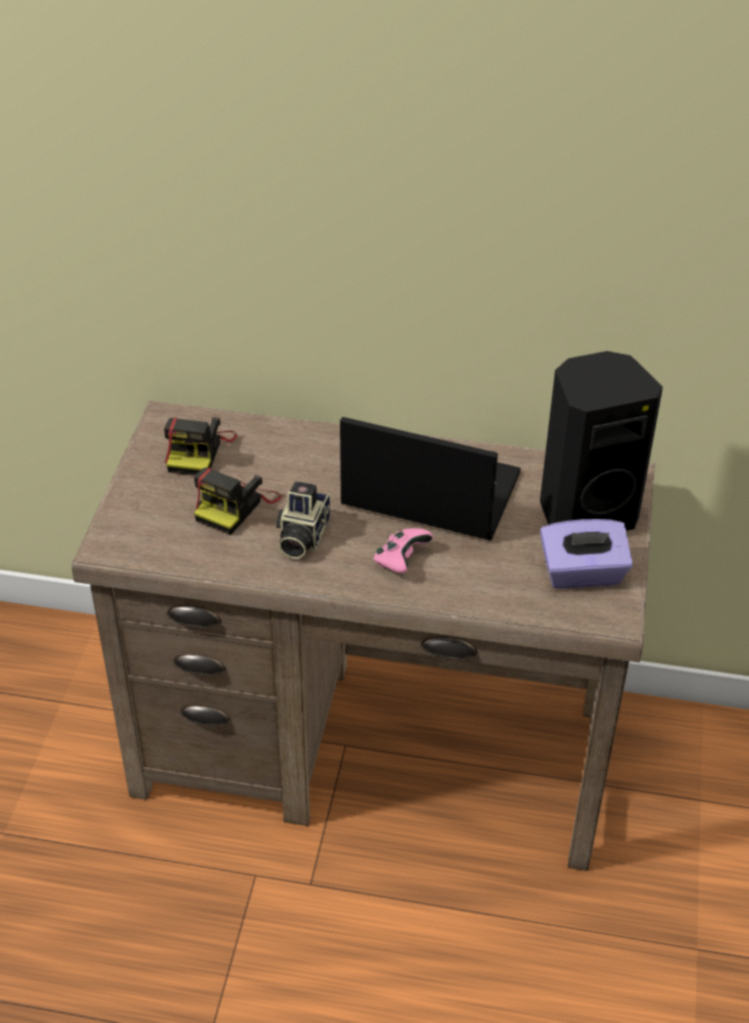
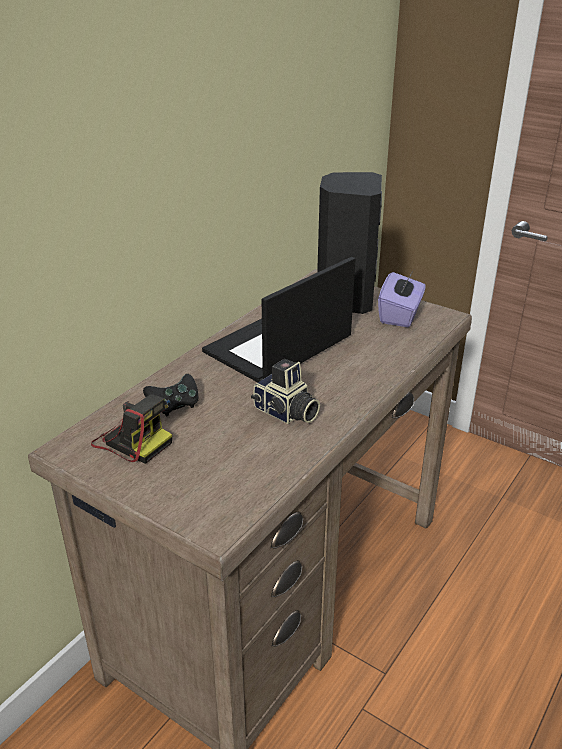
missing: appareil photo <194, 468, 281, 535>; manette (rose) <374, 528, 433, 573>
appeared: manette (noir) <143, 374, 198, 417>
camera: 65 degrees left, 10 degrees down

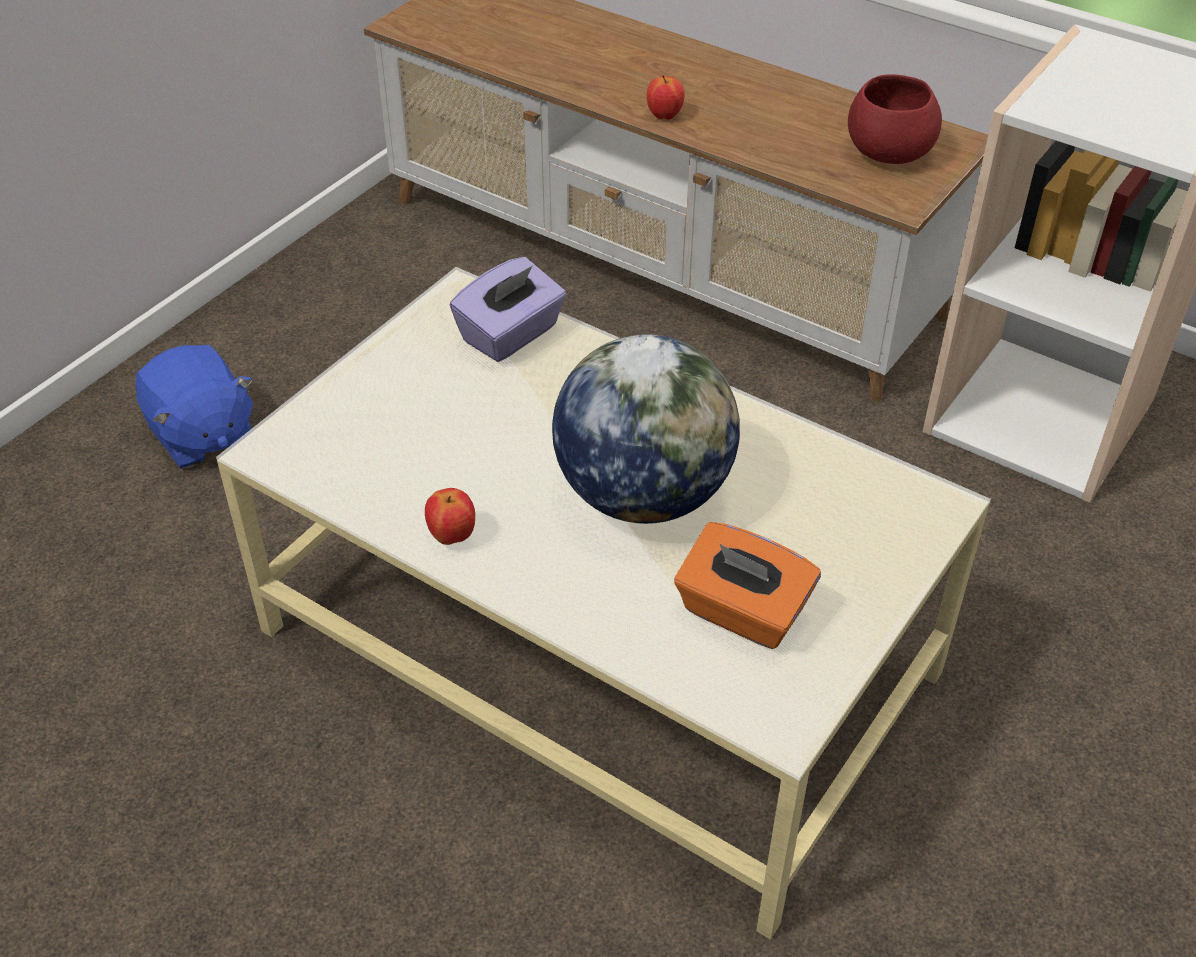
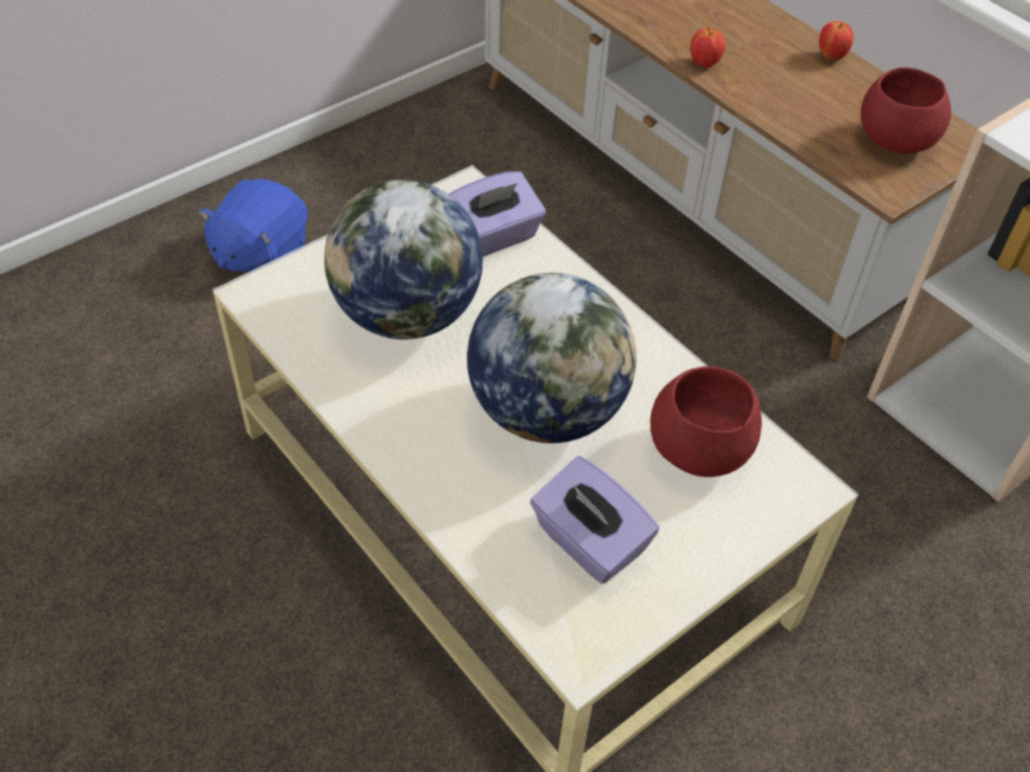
appeared: globe <324, 180, 483, 340>; bol (rouge) <650, 366, 762, 477>
relocated: pomme <425, 488, 475, 545> to <819, 21, 853, 60>
colour: boîte à mouchoirs (orange) <674, 522, 821, 649> to boîte à mouchoirs (violet) <530, 456, 659, 584>
spun: peluche (bleu) <135, 345, 253, 469> = <198, 179, 308, 272> 45 degrees clockwise
camera: 15 degrees right, 5 degrees up

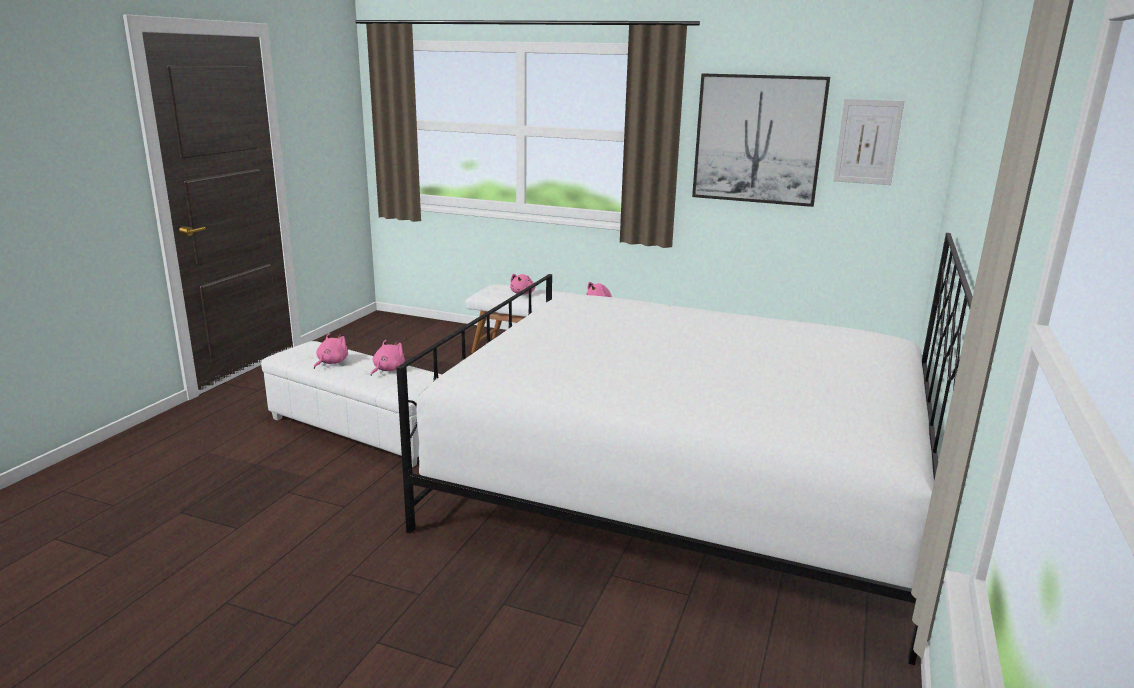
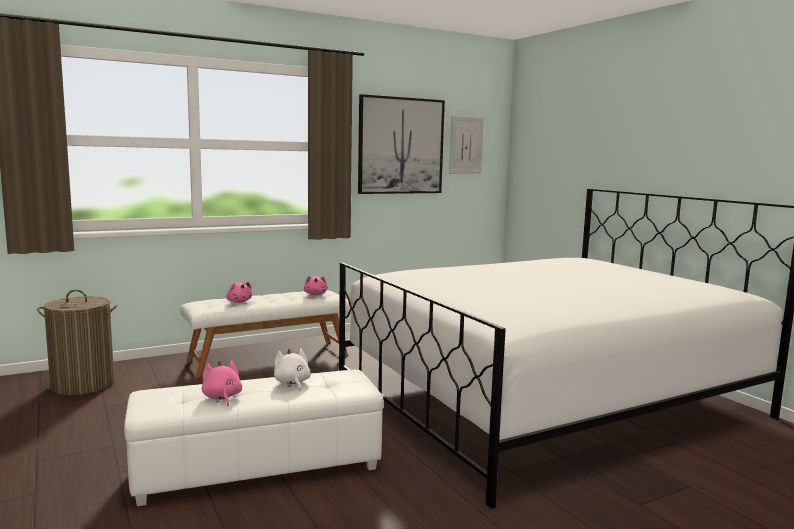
appeared: panier à linge <37, 290, 118, 395>
colour: peluche (rose) <370, 340, 405, 376> to peluche (blanc) <274, 348, 311, 390>
camera: 50 degrees left, 10 degrees down

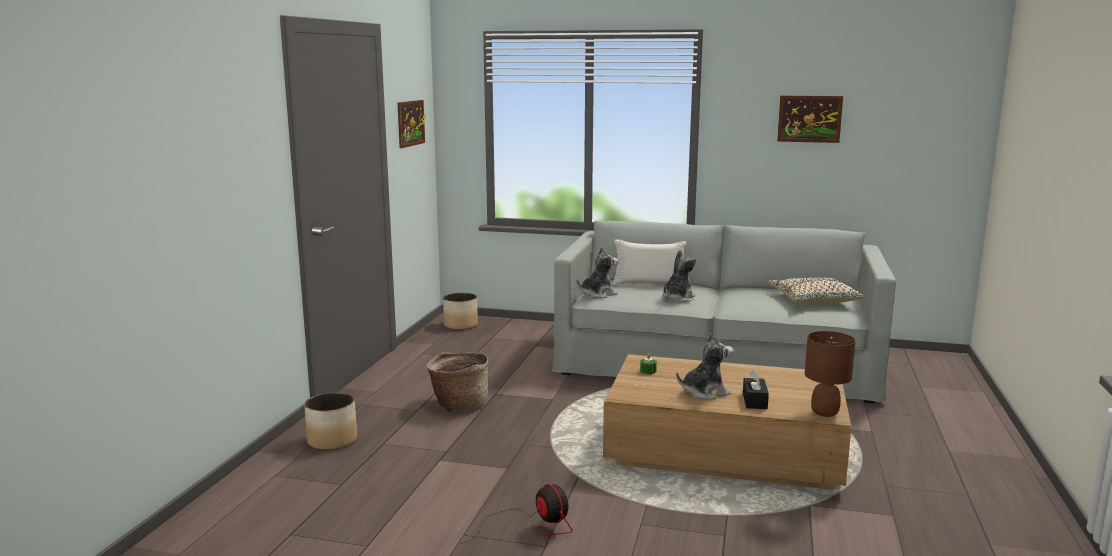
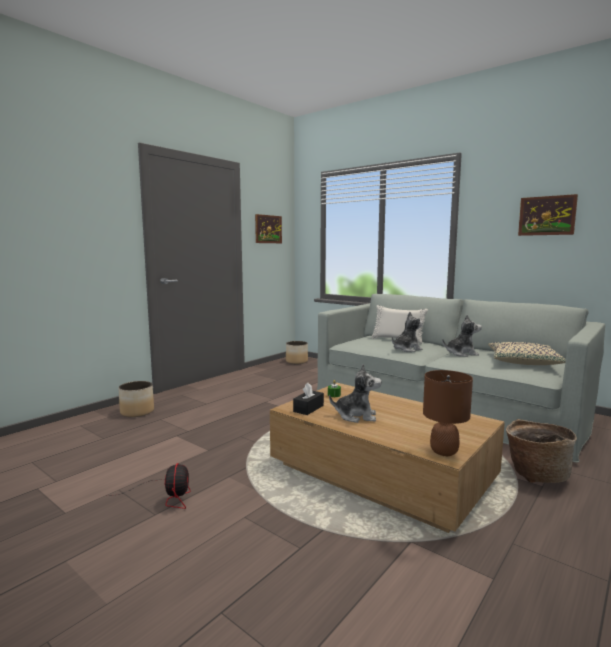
relocated: peluche <577, 247, 618, 298> to <442, 315, 482, 357>; panier <427, 352, 489, 412> to <506, 419, 577, 483>; boîte à mouchoirs (noir) <743, 369, 769, 409> to <293, 383, 324, 415>
camera: 25 degrees right, 5 degrees down

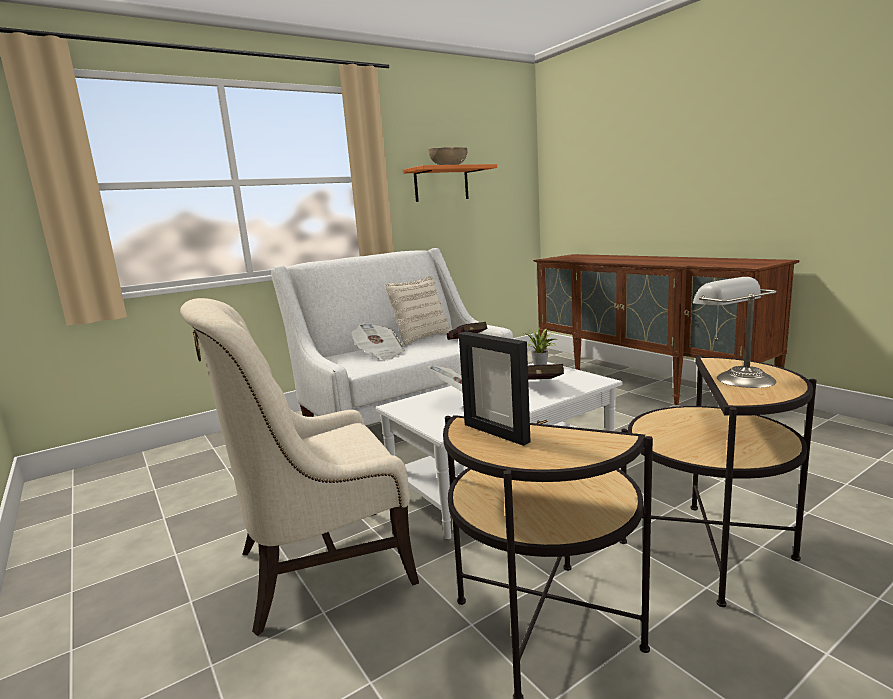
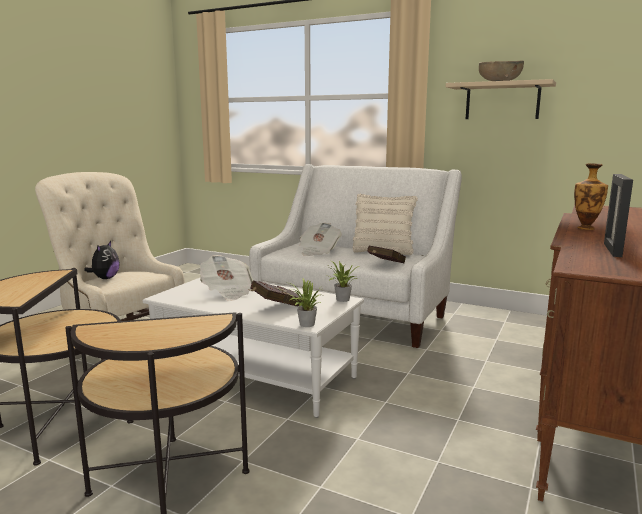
missing: lampe de table (blanc) <693, 277, 777, 388>
appeared: vase <574, 163, 608, 230>; peluche <84, 241, 120, 279>; plante en pot <288, 279, 321, 327>
relocated: cadre photo <459, 331, 531, 446> to <604, 174, 633, 257>
colour: étagère (orange) <403, 164, 497, 202> to étagère (beige) <446, 79, 556, 119>
camera: 60 degrees right, 0 degrees up

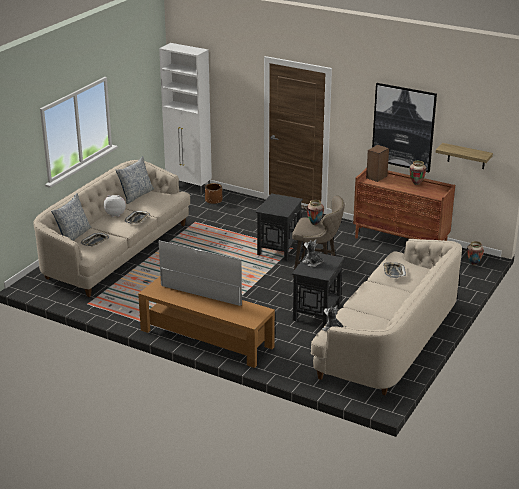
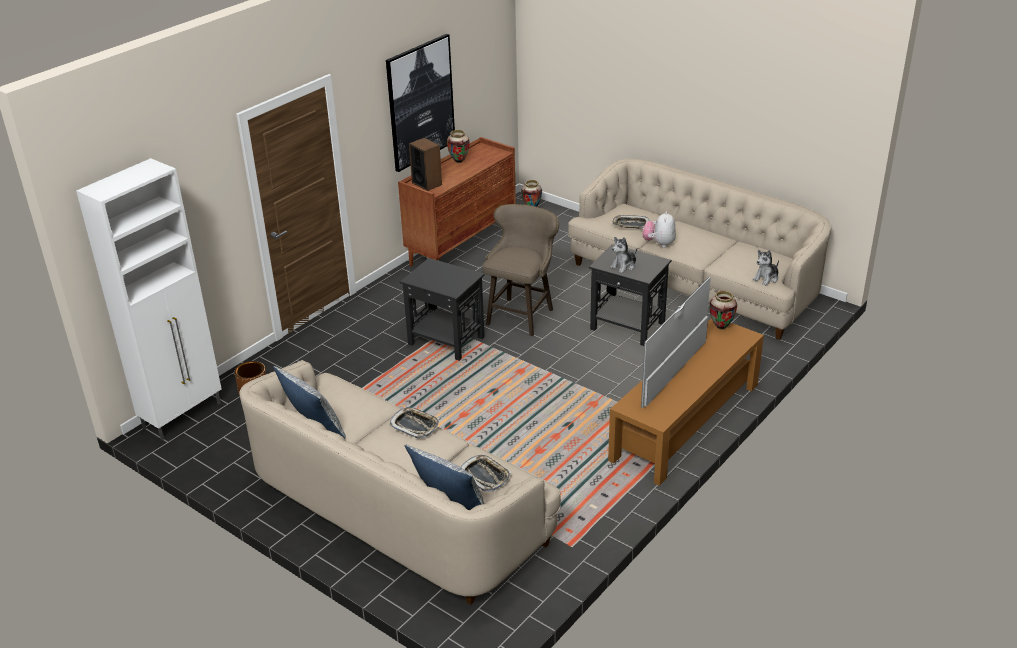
missing: étagère <436, 143, 493, 169>
relocated: peluche <104, 195, 126, 217> to <643, 211, 676, 247>; vase <307, 200, 324, 225> to <709, 291, 737, 330>
camera: 80 degrees left, 5 degrees up

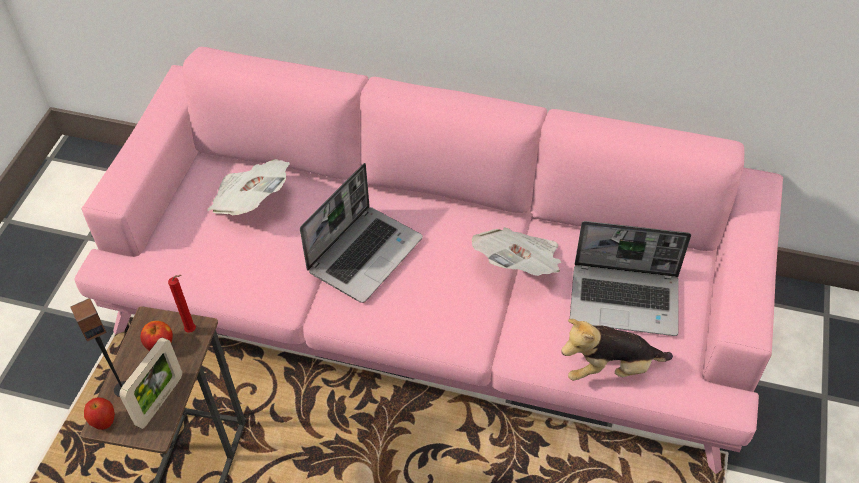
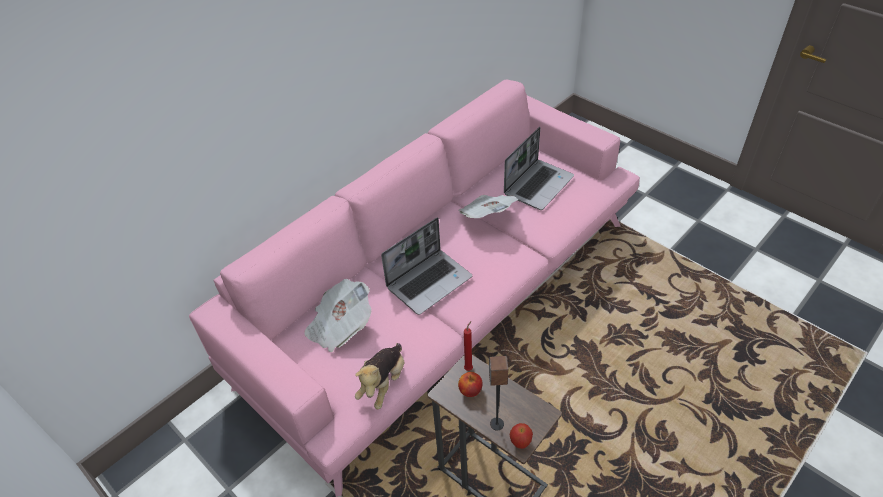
missing: cadre photo <119, 338, 182, 429>
relocated: peluche <561, 319, 673, 381> to <355, 343, 404, 409>
spun: ordinateur portable <300, 163, 423, 303> = <381, 217, 472, 315> 75 degrees clockwise
camera: 60 degrees left, 5 degrees down

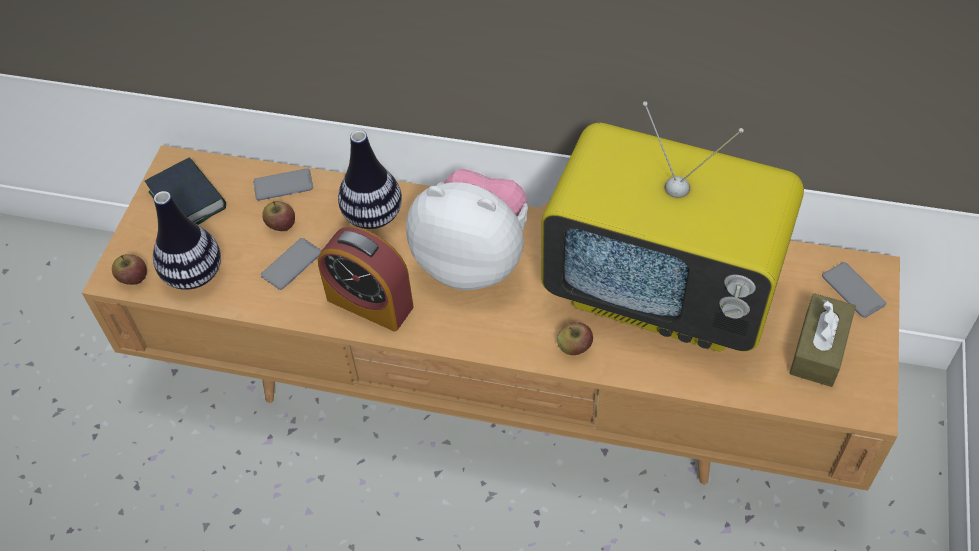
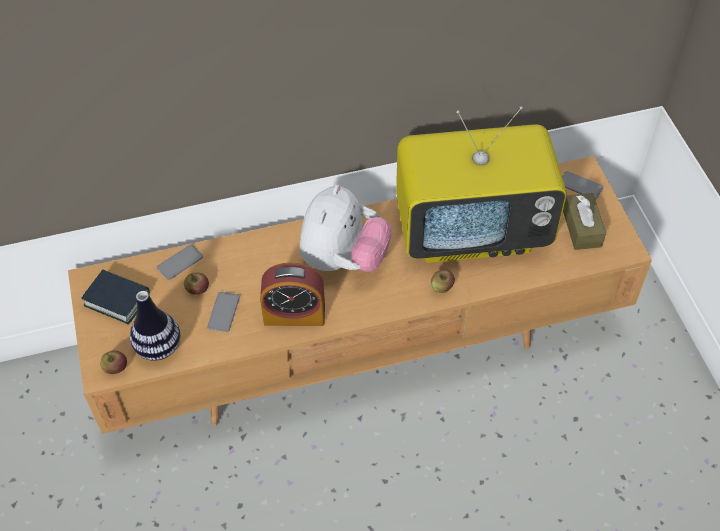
missing: vase <338, 130, 402, 229>
spun: peluche <406, 169, 528, 290> = <299, 184, 392, 272> 120 degrees clockwise
camera: 30 degrees left, 0 degrees up

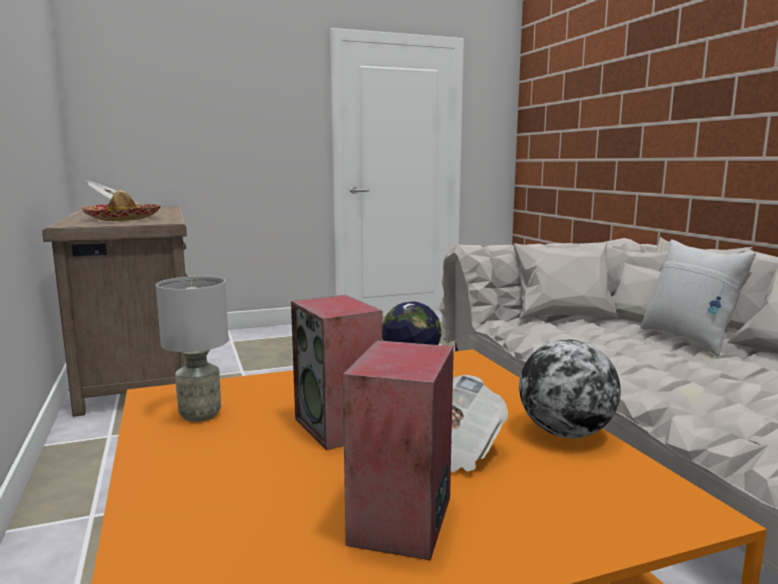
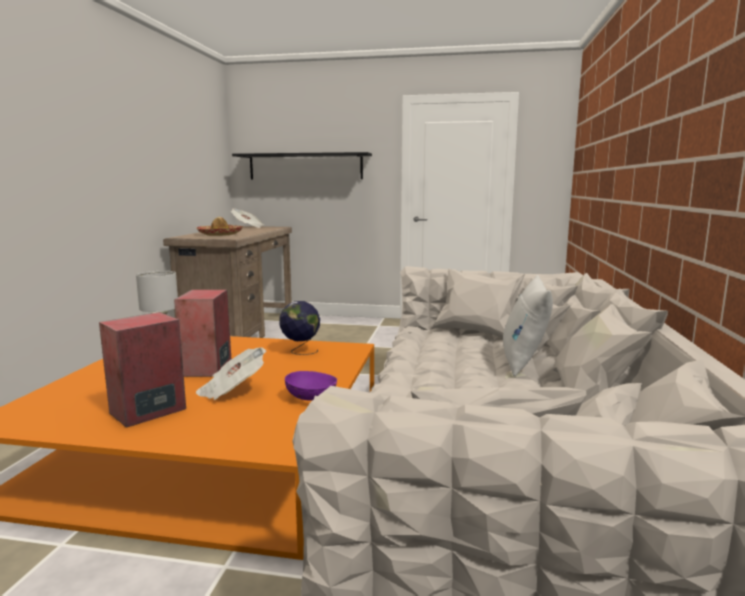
appeared: étagère (noir) <232, 152, 372, 180>
exchanged: globe <519, 339, 621, 438> to bol (violet) <285, 371, 337, 400>
camera: 30 degrees right, 0 degrees up

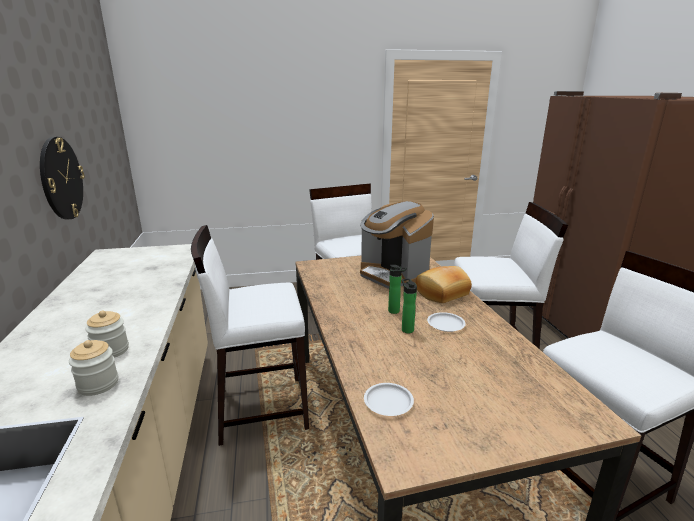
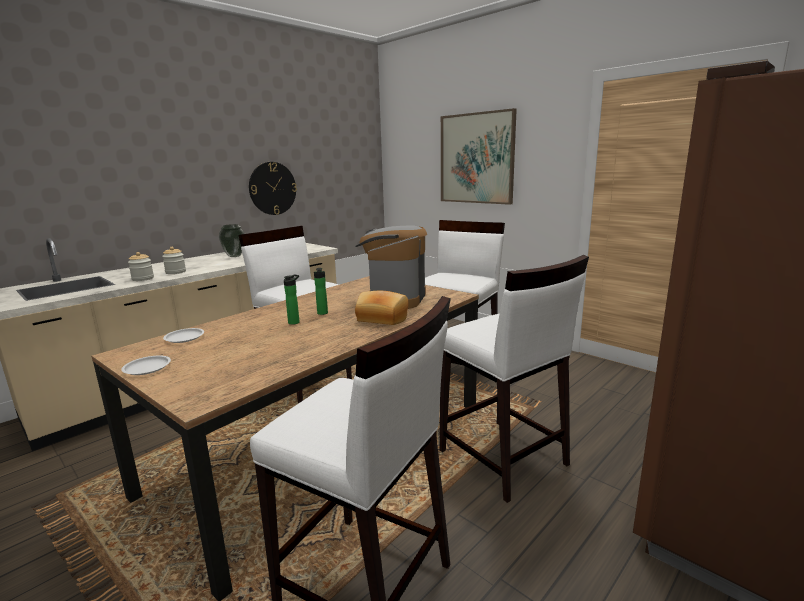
appeared: tableau <441, 108, 517, 205>; vase <219, 224, 245, 257>
relocated: assiette (blanc) <427, 312, 466, 332> to <121, 356, 171, 375>
camera: 55 degrees right, 5 degrees down

